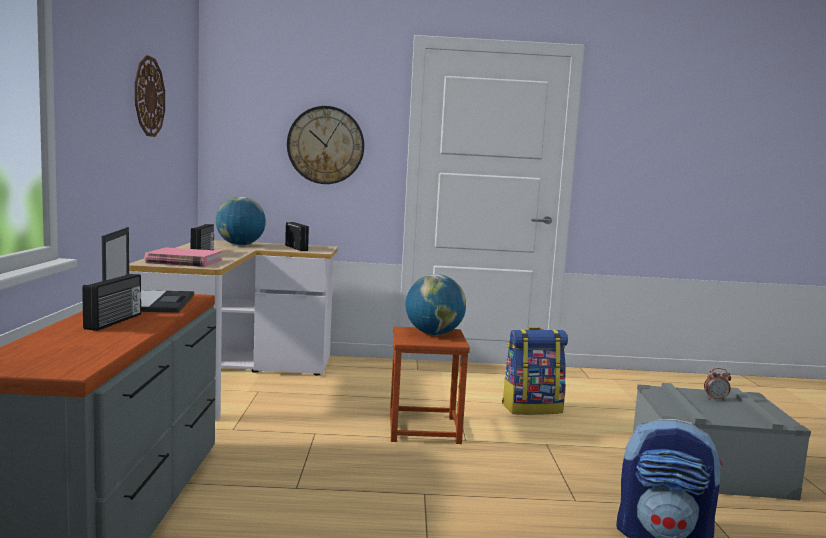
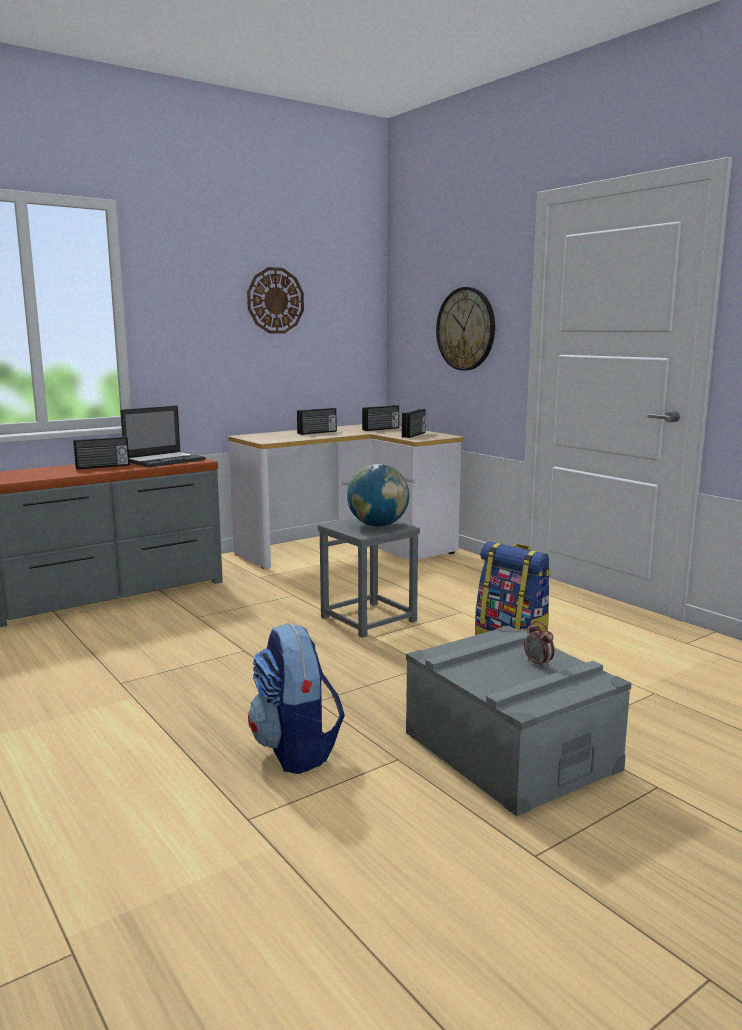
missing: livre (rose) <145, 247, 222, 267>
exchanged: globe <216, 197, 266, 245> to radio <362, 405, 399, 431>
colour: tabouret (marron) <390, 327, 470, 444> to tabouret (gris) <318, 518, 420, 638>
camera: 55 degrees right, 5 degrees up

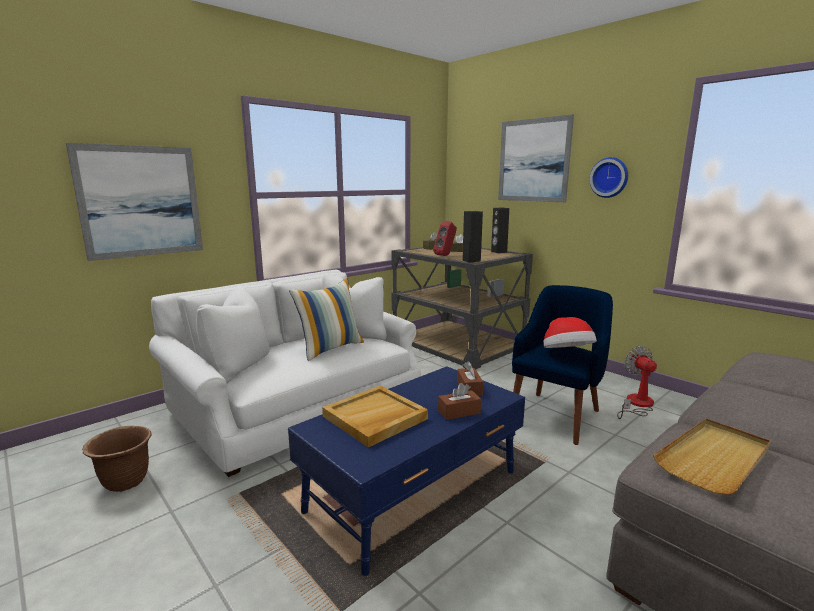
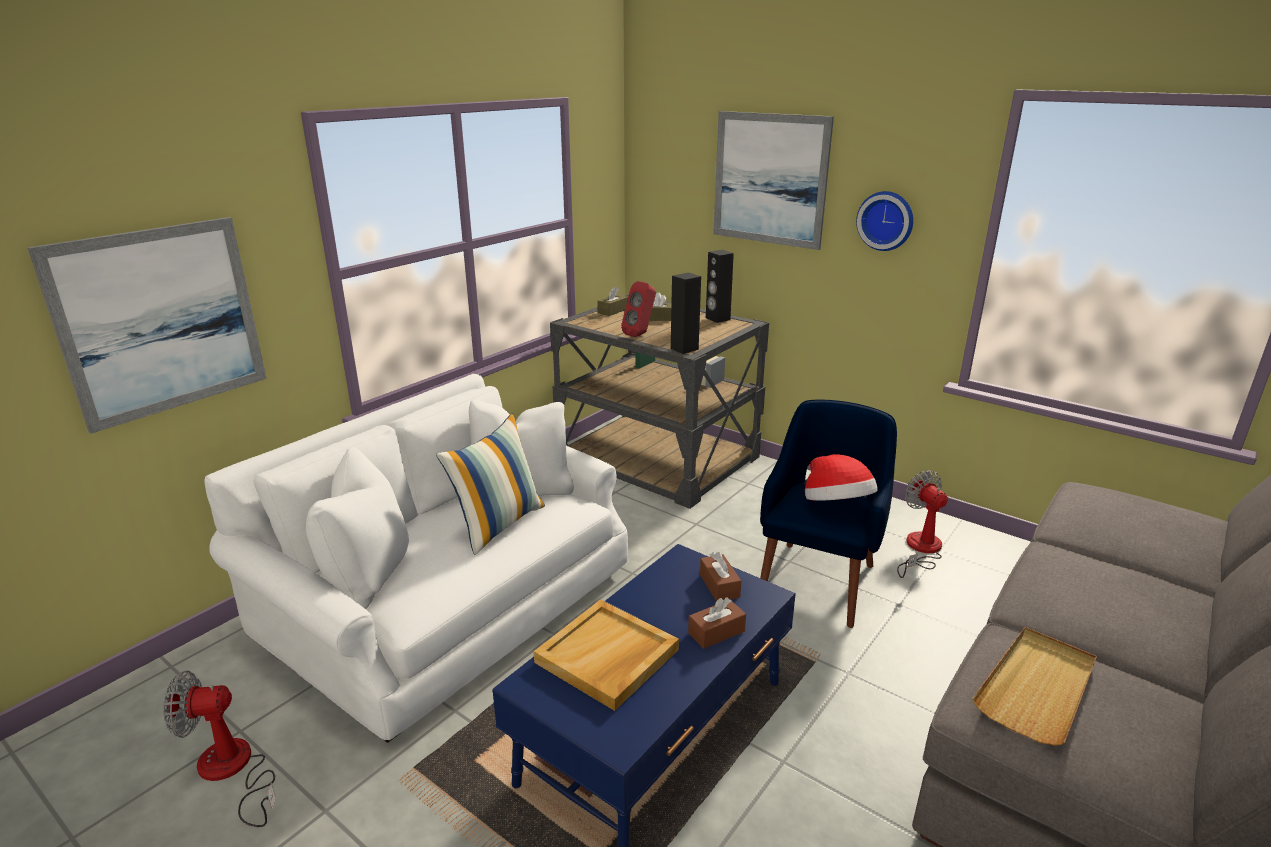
exchanged: cache-pot (marron) <82, 426, 151, 492> to ventilateur <163, 671, 276, 827>
camera: 10 degrees left, 10 degrees up

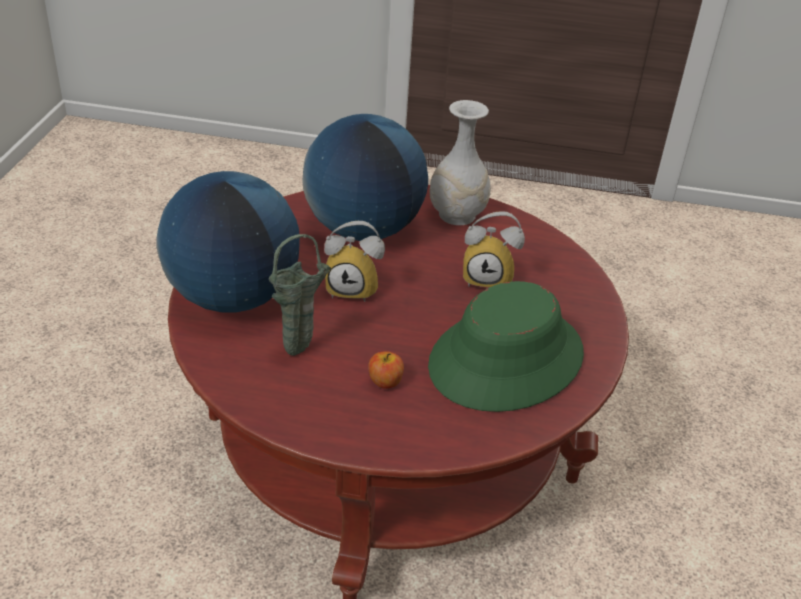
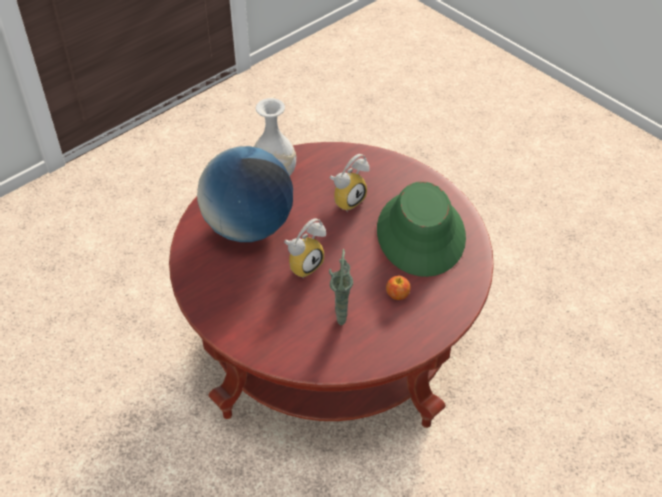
missing: globe <156, 171, 300, 313>
camera: 50 degrees left, 10 degrees up

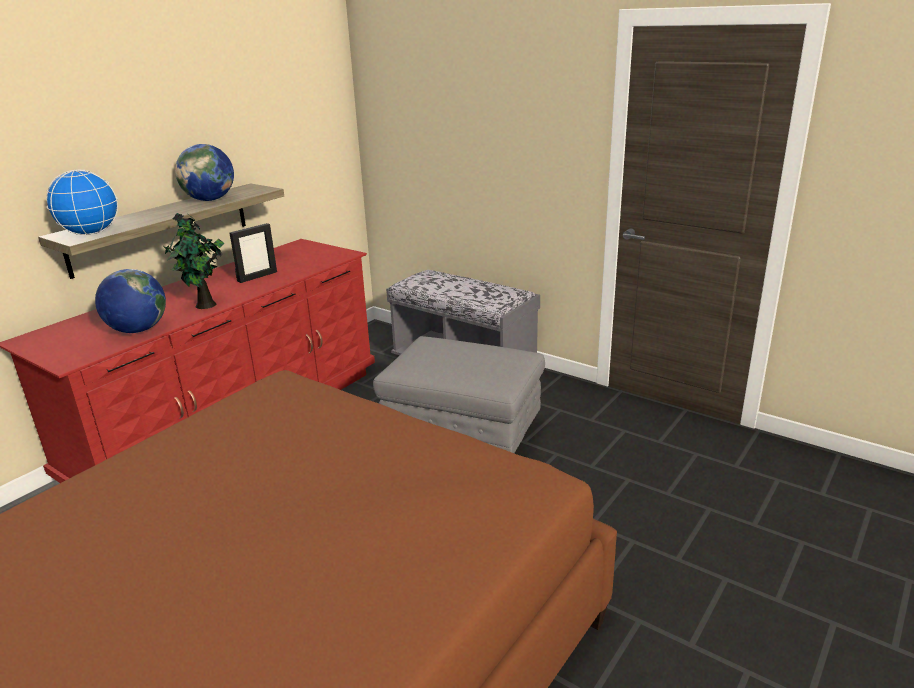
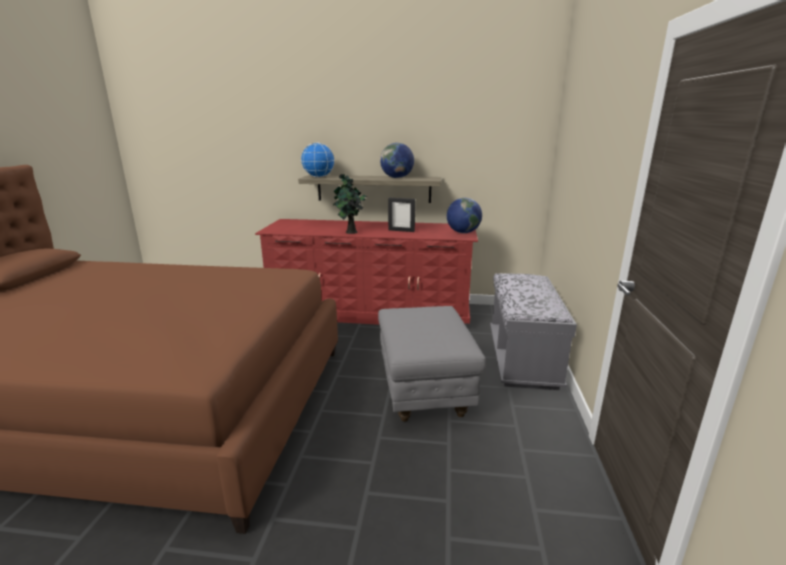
relocated: globe <95, 269, 166, 333> to <447, 198, 482, 233>
camera: 60 degrees right, 5 degrees down

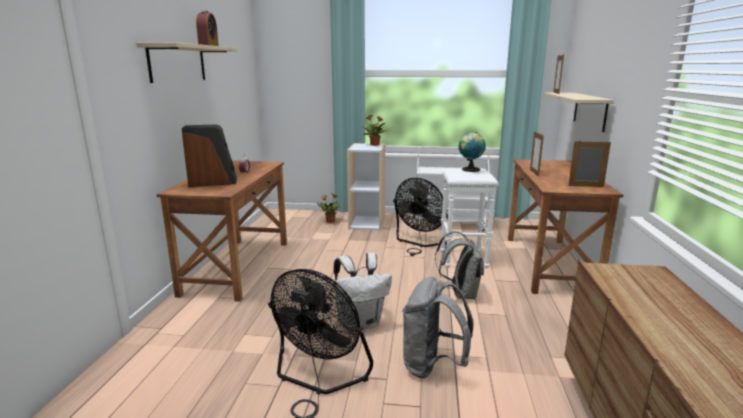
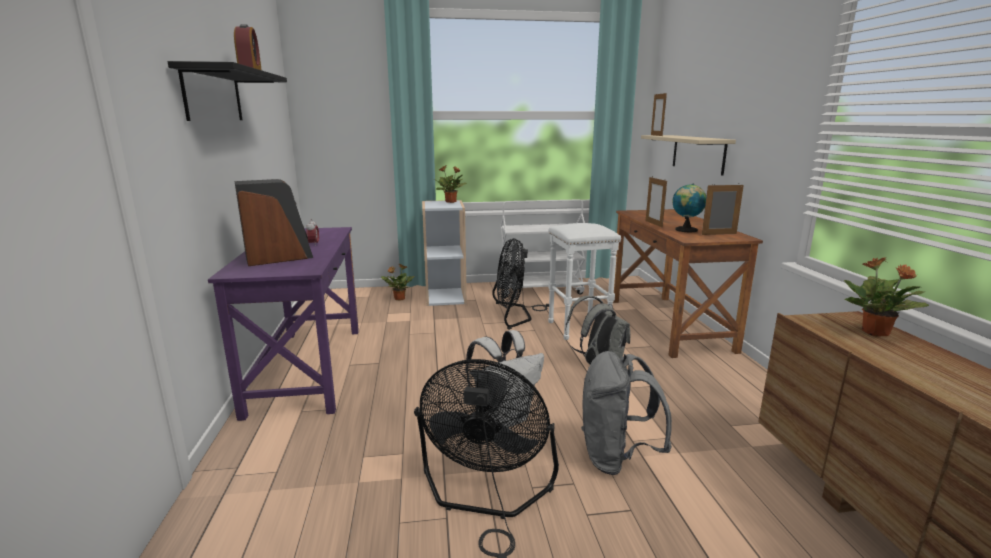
appeared: plante en pot <844, 258, 929, 337>
relocated: globe <459, 132, 486, 172> to <672, 184, 706, 233>
colour: étagère (beige) <136, 42, 238, 83> to étagère (noir) <167, 61, 287, 121>; bureau (marron) <156, 161, 287, 302> to bureau (violet) <208, 227, 359, 421>
spun: ventilateur (noir) <393, 178, 448, 256> = <492, 238, 549, 330> 120 degrees counterclockwise
camera: 15 degrees left, 0 degrees up

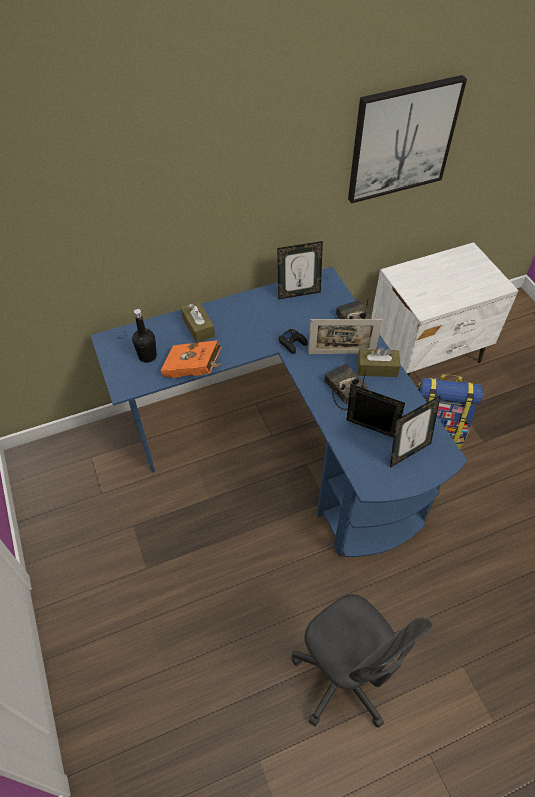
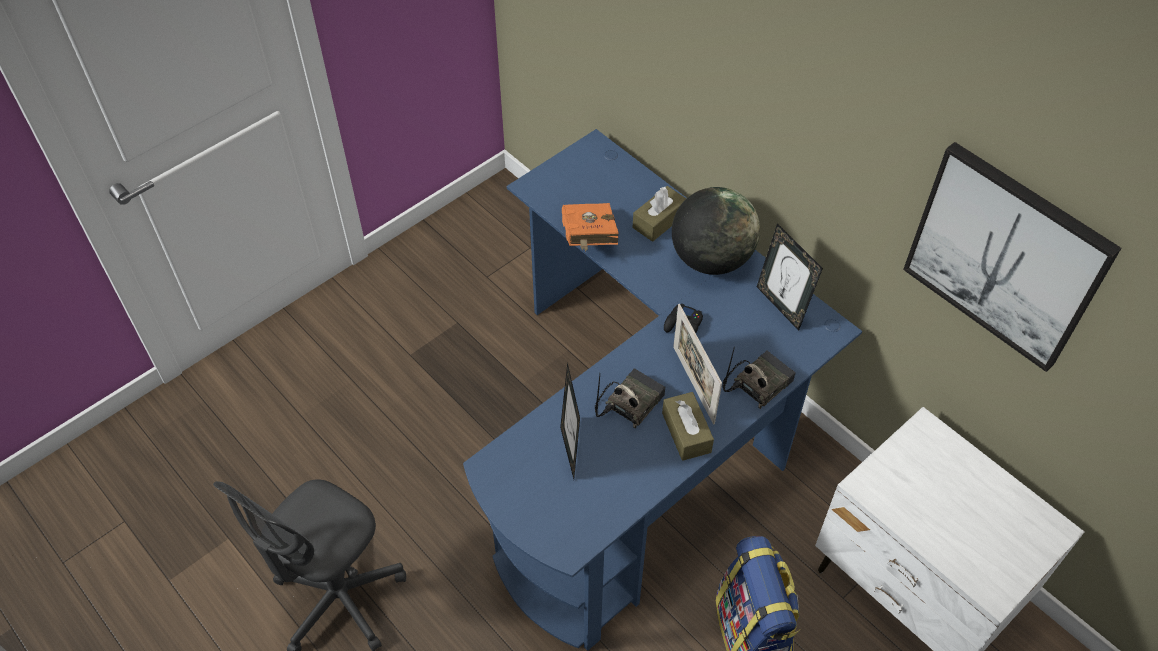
missing: bouteille (noir) <132, 309, 157, 363>; cadre photo <390, 395, 441, 468>
appeared: globe <672, 187, 760, 275>
camera: 70 degrees right, 0 degrees up

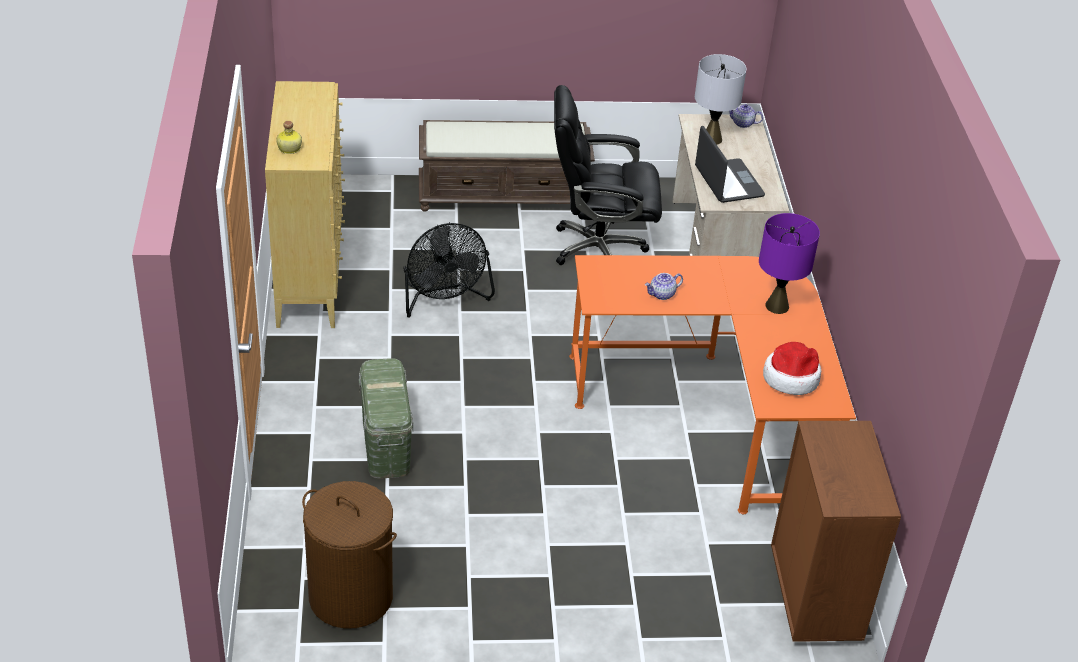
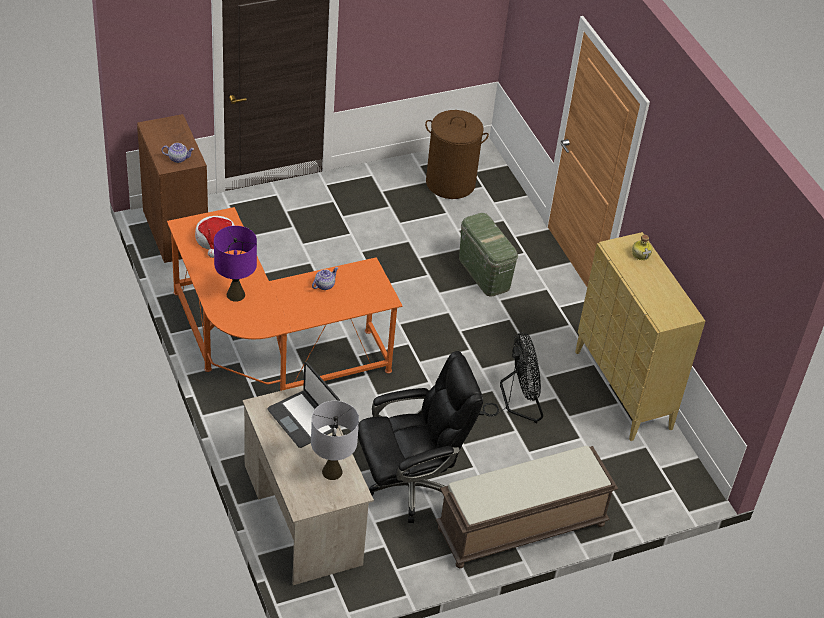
relocated: théière <729, 104, 763, 128> to <161, 143, 194, 163>
spun: ventilateur (noir) <403, 222, 495, 318> = <479, 332, 543, 423> 120 degrees clockwise
camera: 160 degrees right, 5 degrees up

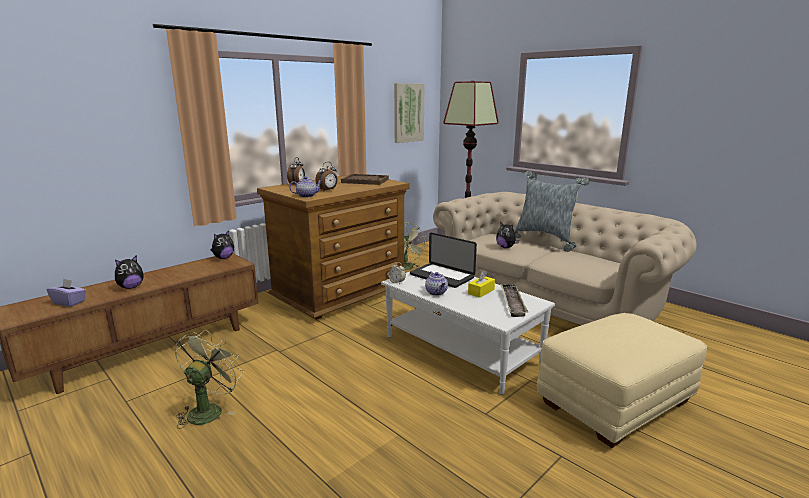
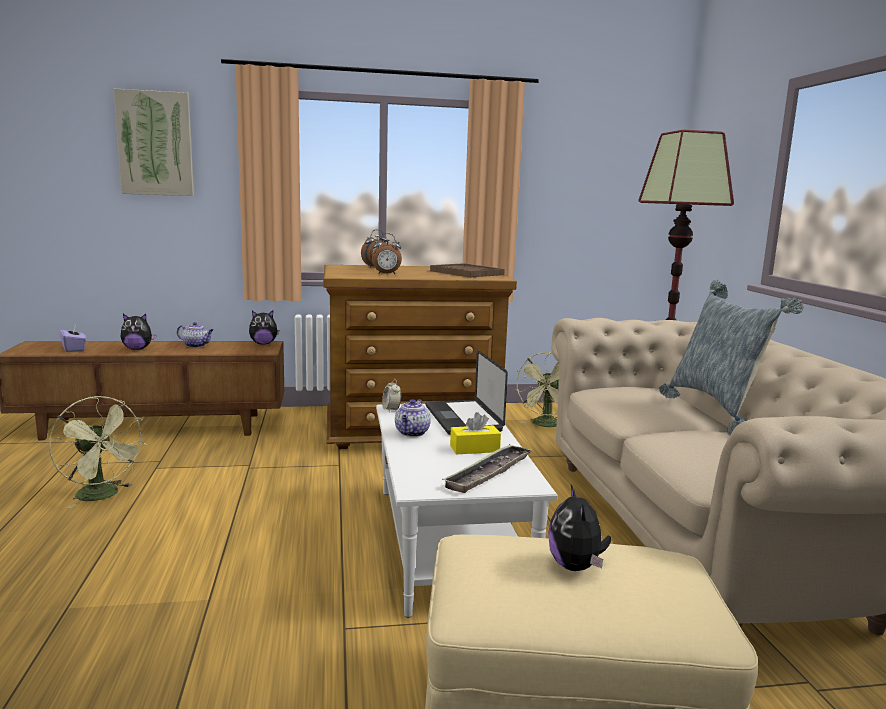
relocated: tableau <394, 83, 424, 143> to <114, 89, 194, 196>; théière <289, 177, 322, 197> to <177, 322, 214, 348>; peluche <496, 221, 519, 248> to <548, 485, 611, 571>
spun: ventilateur (vert) <175, 329, 244, 429> = <49, 396, 146, 508> 75 degrees clockwise
camera: 35 degrees right, 5 degrees down

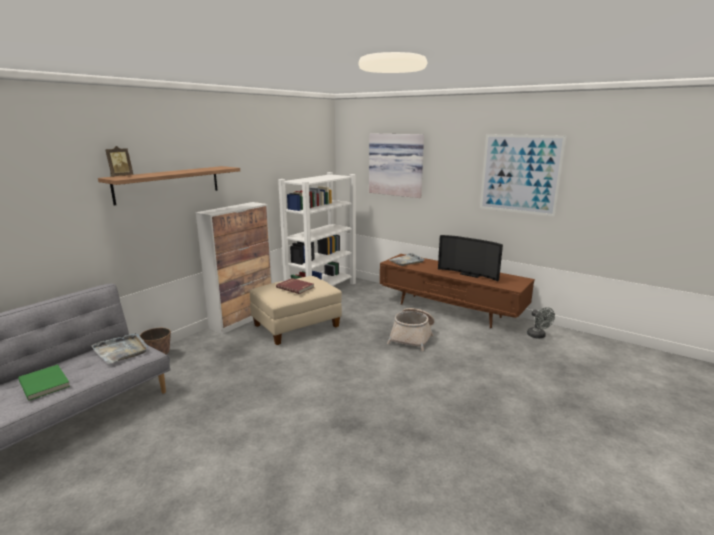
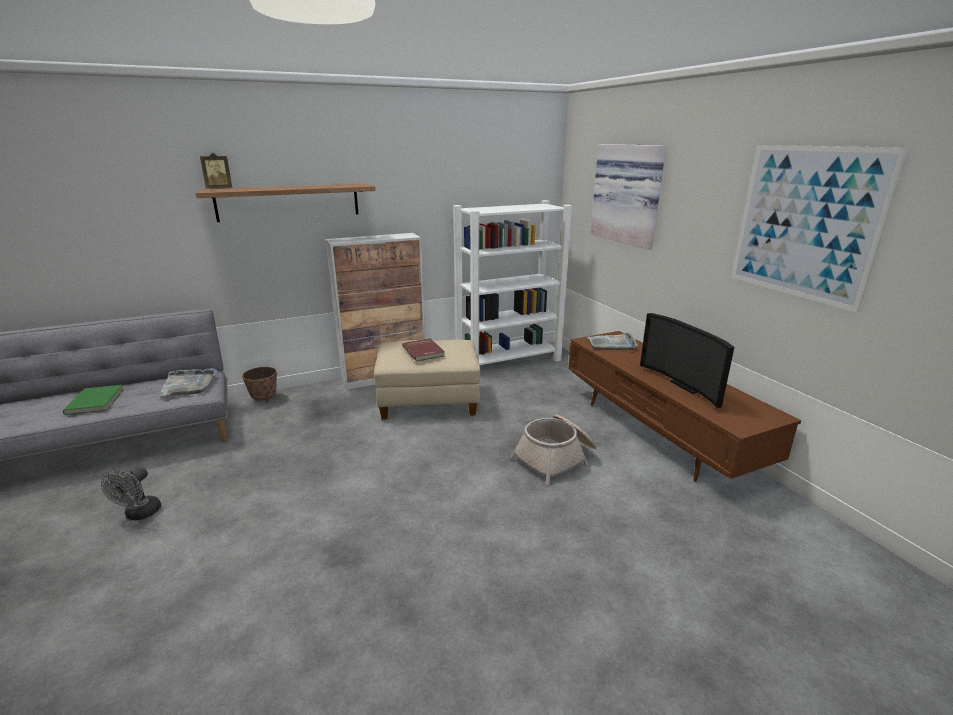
relocated: ventilateur (gris) <527, 307, 555, 339> to <101, 467, 161, 520>
camera: 30 degrees right, 5 degrees up

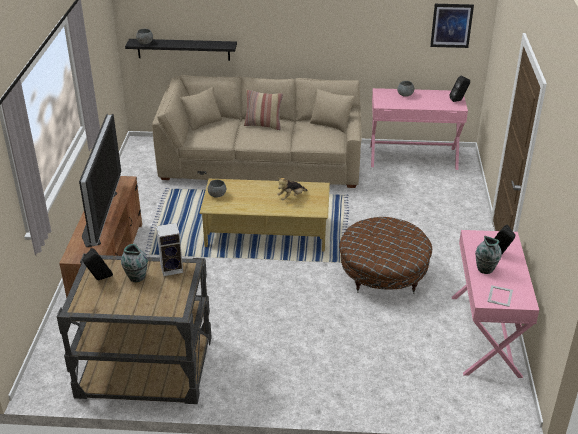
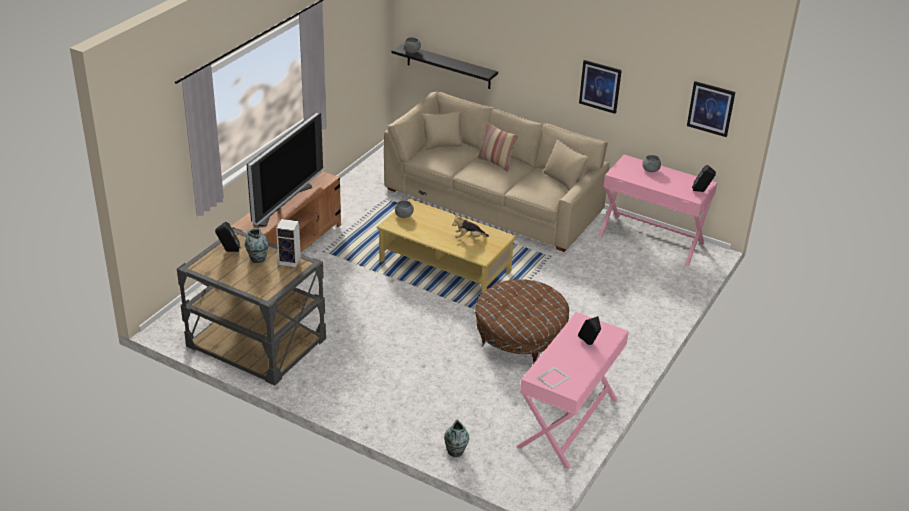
appeared: tableau <579, 60, 622, 114>
relocated: vase <475, 236, 502, 274> to <444, 420, 469, 457>
camera: 25 degrees right, 0 degrees up

